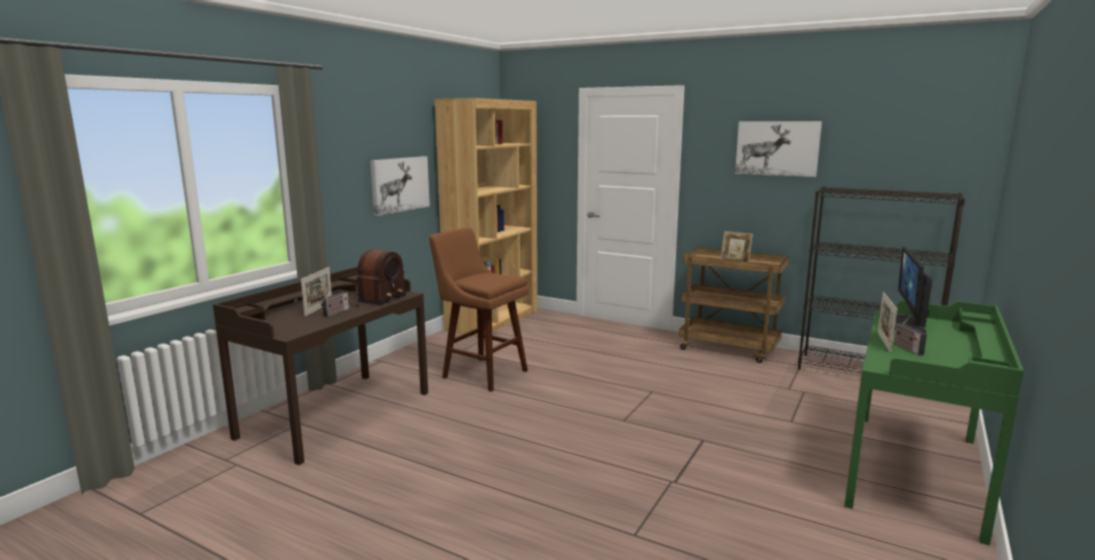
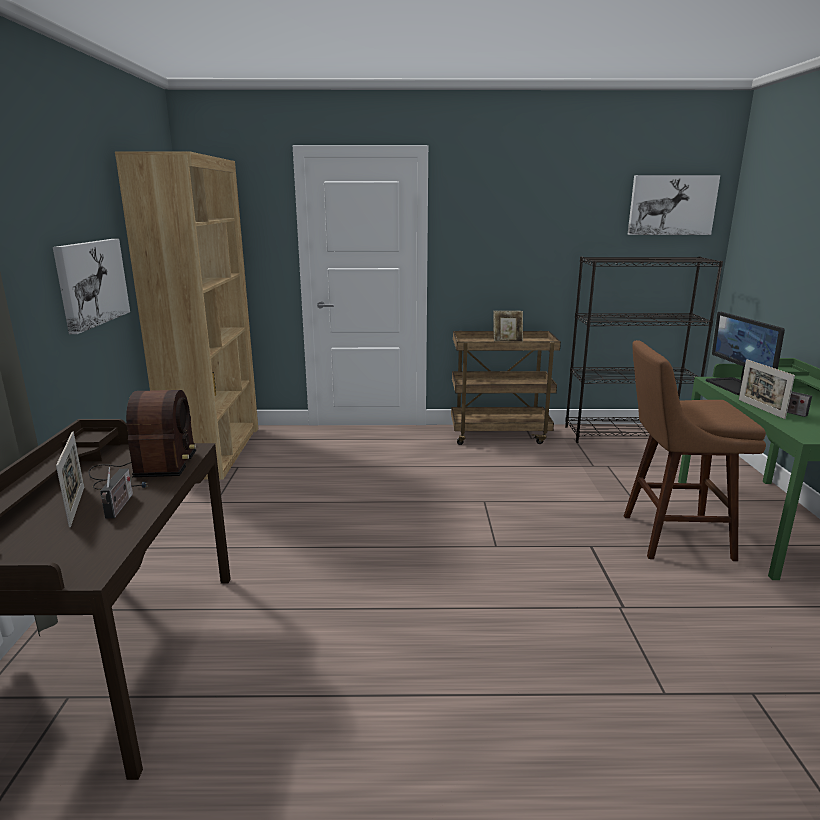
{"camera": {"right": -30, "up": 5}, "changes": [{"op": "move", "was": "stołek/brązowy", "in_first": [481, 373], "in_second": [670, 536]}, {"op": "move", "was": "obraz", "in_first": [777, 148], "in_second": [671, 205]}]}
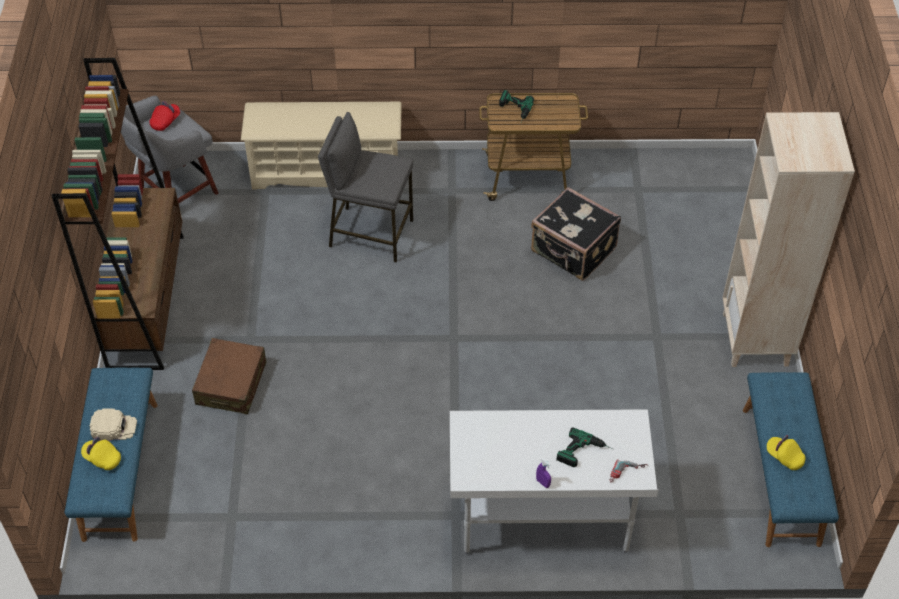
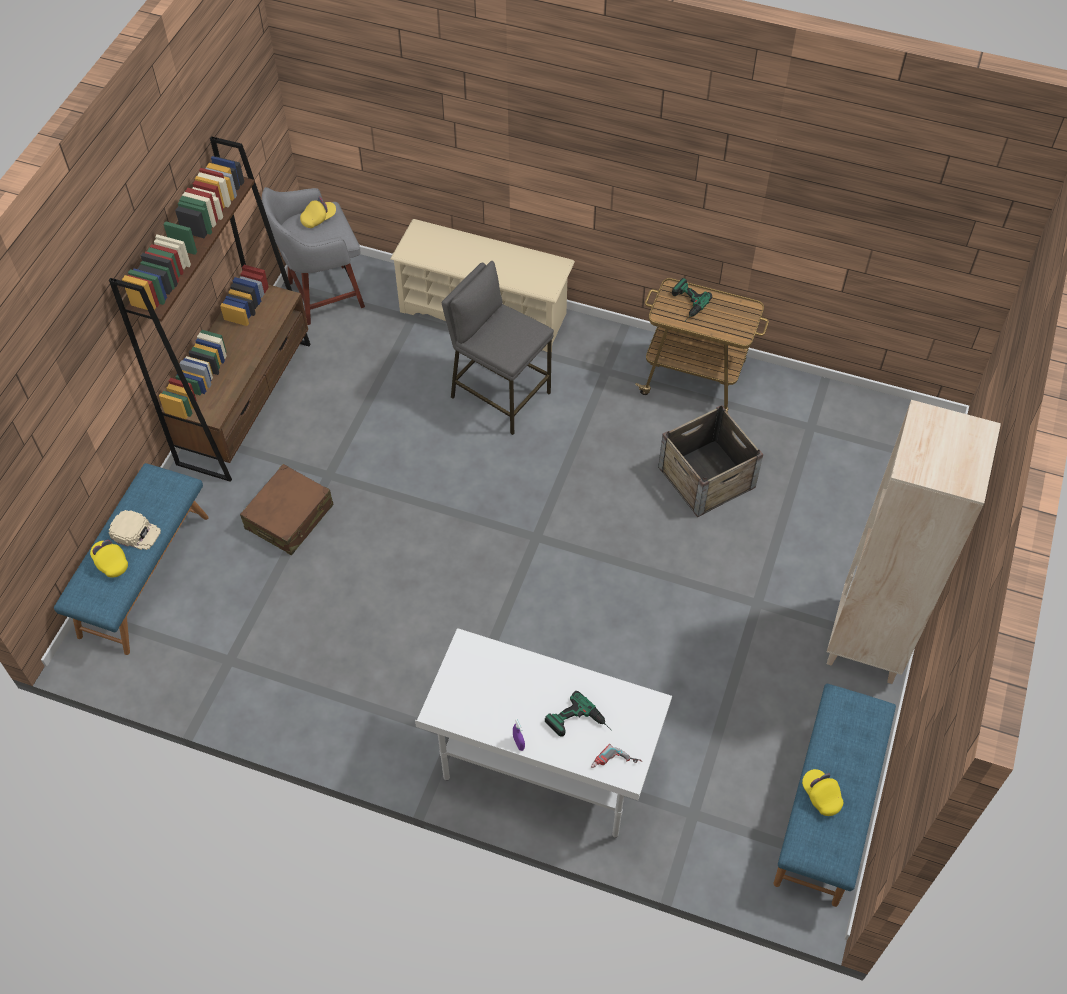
{"camera": {"right": 20, "up": 5}, "changes": [{"op": "recolor", "was": "czapka z daszkiem/czerwony", "now": "czapka z daszkiem/żółty", "in_first": [165, 121], "in_second": [318, 219]}, {"op": "replace", "was": "walizka/czarny", "now": "skrzynka", "in_first": [573, 251], "in_second": [707, 477]}]}
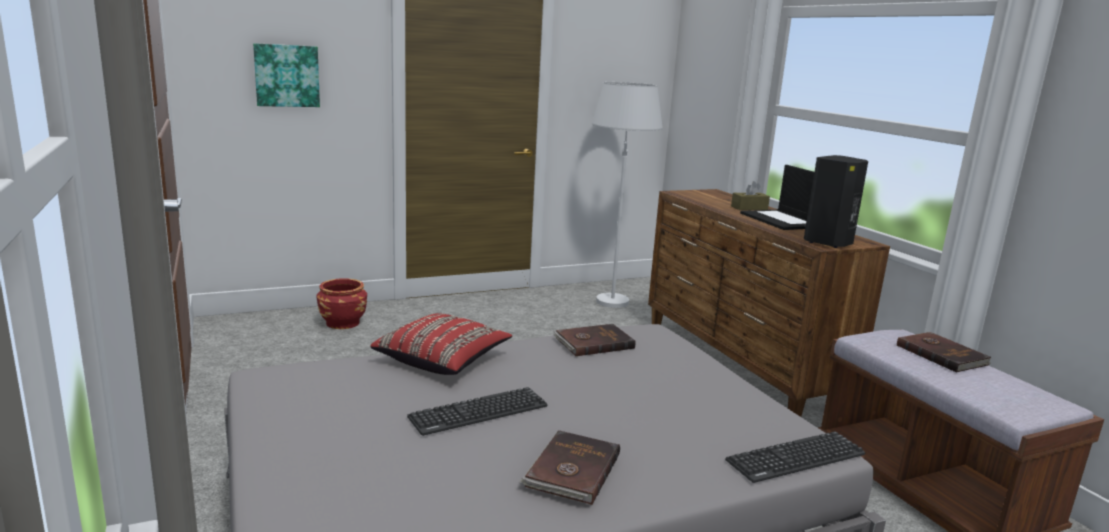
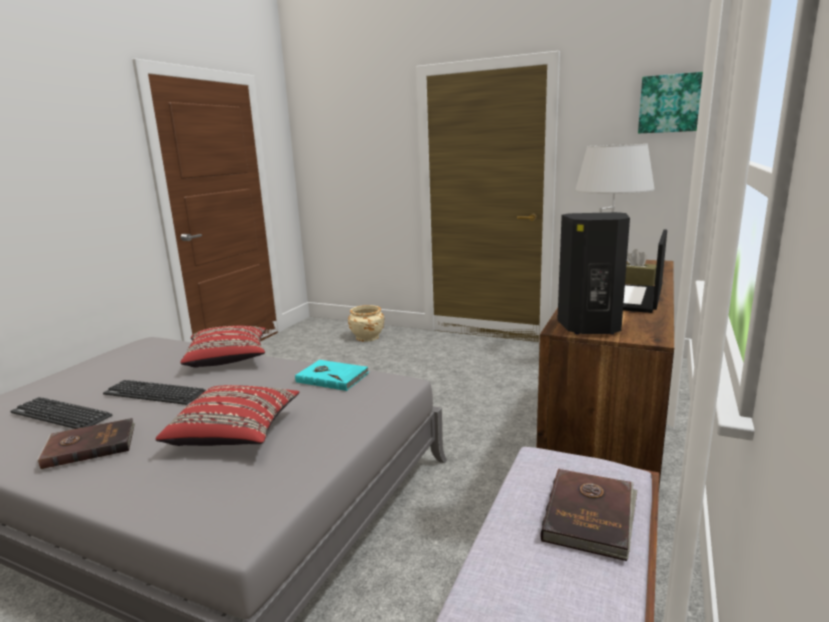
{"camera": {"right": 50, "up": 0}, "changes": [{"op": "move", "was": "obraz", "in_first": [287, 75], "in_second": [669, 103]}, {"op": "recolor", "was": "donica/czerwony", "now": "donica/beżowy", "in_first": [342, 323], "in_second": [367, 337]}, {"op": "recolor", "was": "książka/brązowy", "now": "książka/turkusowy", "in_first": [593, 342], "in_second": [332, 377]}, {"op": "move", "was": "klawiatura", "in_first": [796, 458], "in_second": [61, 414]}, {"op": "insert", "now": "poduszka/czerwony", "in_second": [235, 434]}]}
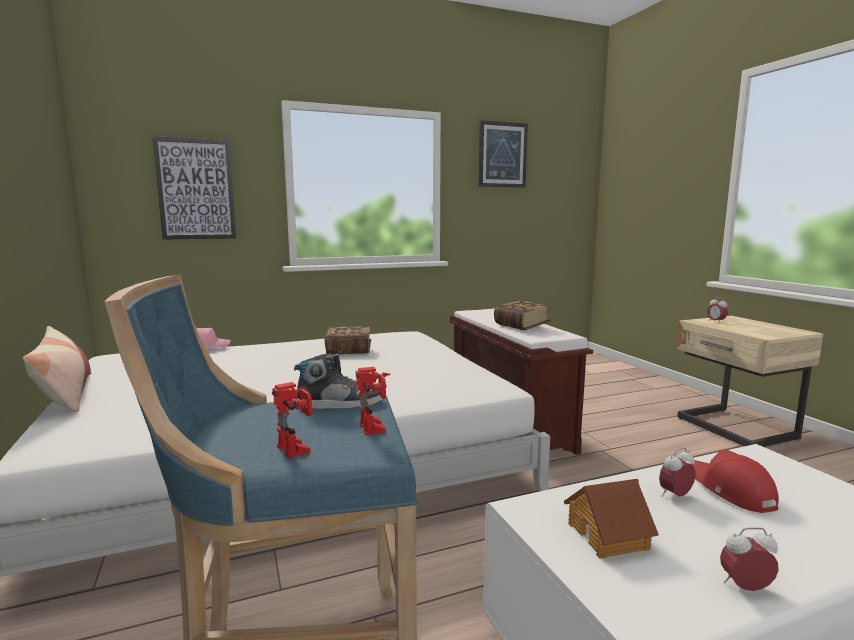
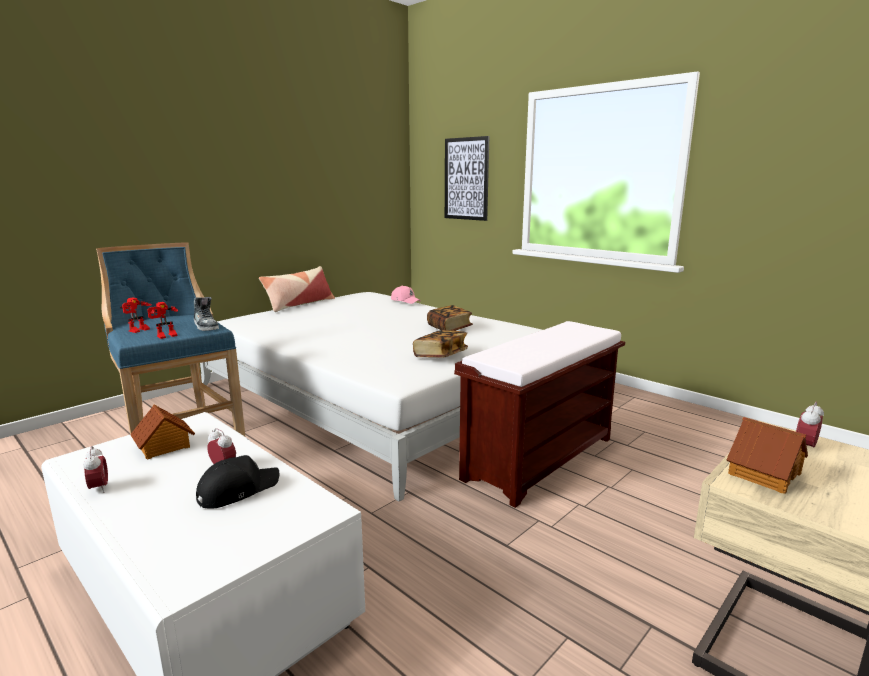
{"camera": {"right": 65, "up": 5}, "changes": [{"op": "delete", "was": "obraz", "in_first": [502, 155]}, {"op": "move", "was": "książka", "in_first": [521, 326], "in_second": [440, 355]}, {"op": "recolor", "was": "czapka z daszkiem/czerwony", "now": "czapka z daszkiem/czarny", "in_first": [730, 490], "in_second": [237, 490]}, {"op": "insert", "now": "domek", "in_second": [763, 473]}]}
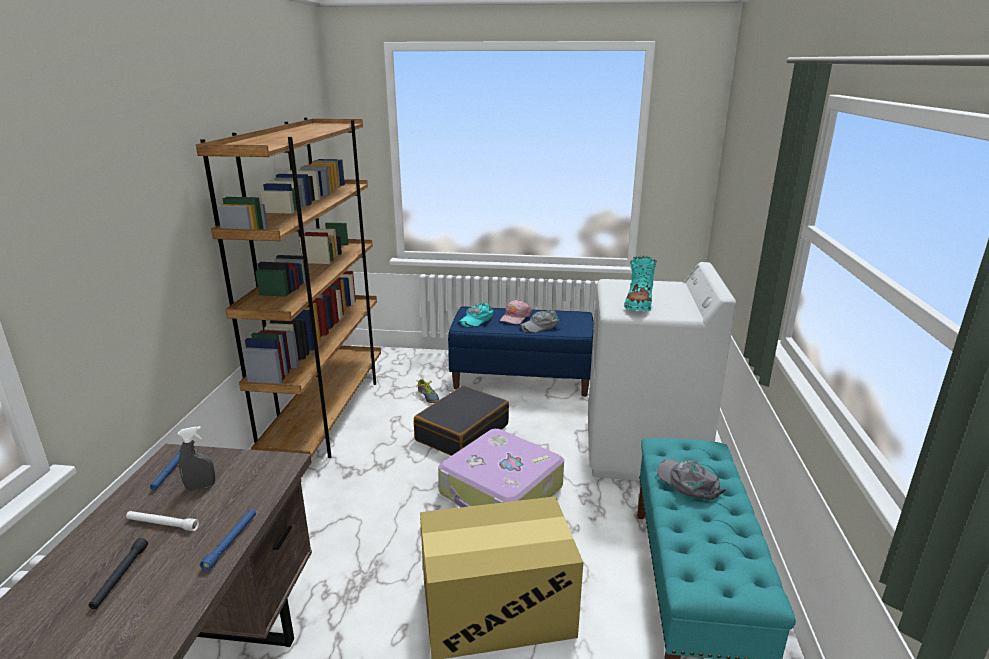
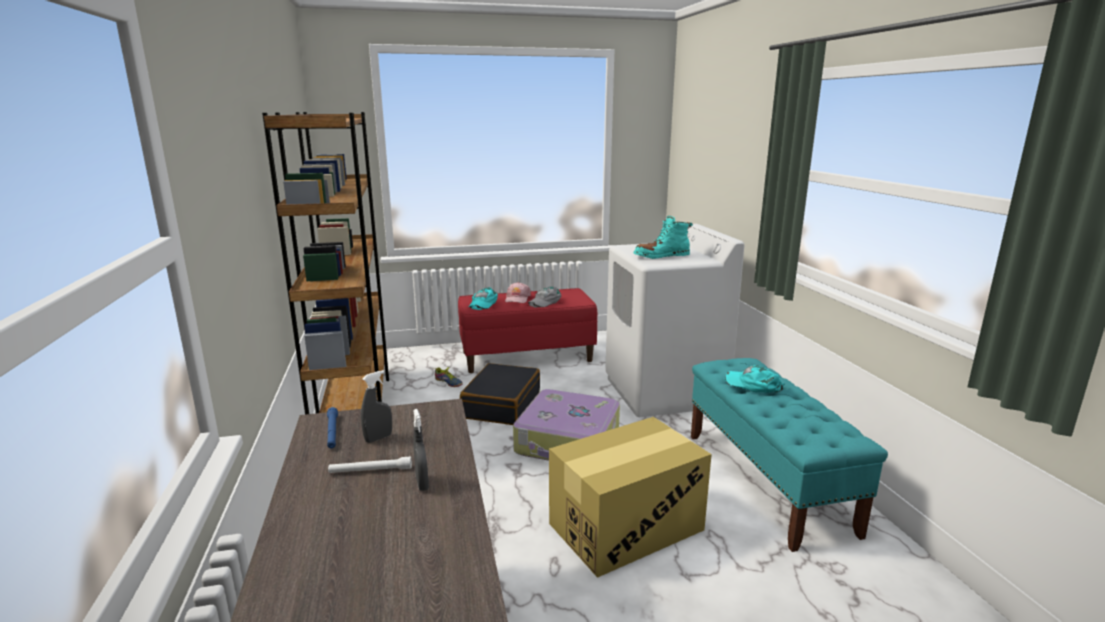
{"camera": {"right": -20, "up": -5}, "changes": [{"op": "delete", "was": "latarka/czarny", "in_first": [120, 577]}, {"op": "delete", "was": "latarka/niebieski", "in_first": [231, 542]}, {"op": "recolor", "was": "ławka/niebieski", "now": "ławka/czerwony", "in_first": [522, 379], "in_second": [527, 356]}, {"op": "rotate", "was": "but z cholewką/turkusowy", "in_first": [639, 303], "in_second": [661, 256], "clockwise": 75}, {"op": "recolor", "was": "czapka z daszkiem/szary", "now": "czapka z daszkiem/turkusowy", "in_first": [688, 482], "in_second": [753, 384]}, {"op": "insert", "now": "spryskiwacz/szary", "in_second": [422, 484]}]}
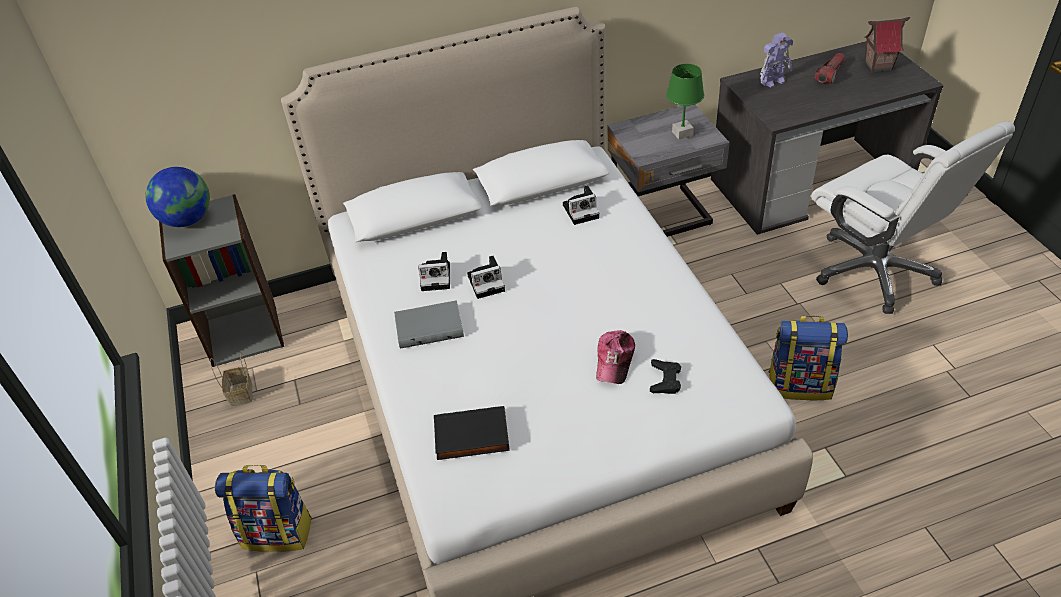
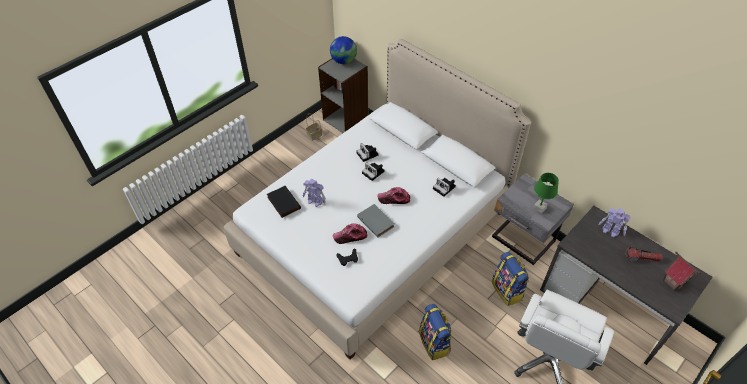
{"camera": {"right": 60, "up": 5}, "changes": [{"op": "move", "was": "plecak", "in_first": [278, 531], "in_second": [507, 290]}, {"op": "move", "was": "książka/szary", "in_first": [429, 326], "in_second": [376, 221]}, {"op": "insert", "now": "robot zabawkowy", "in_second": [315, 201]}, {"op": "insert", "now": "czapka z daszkiem", "in_second": [394, 198]}]}
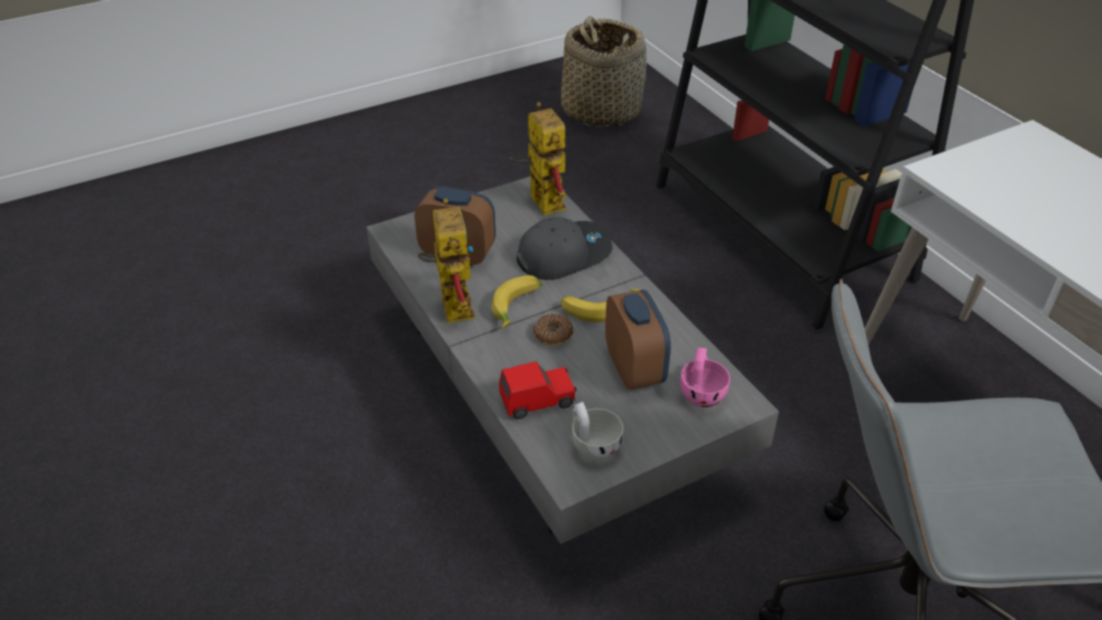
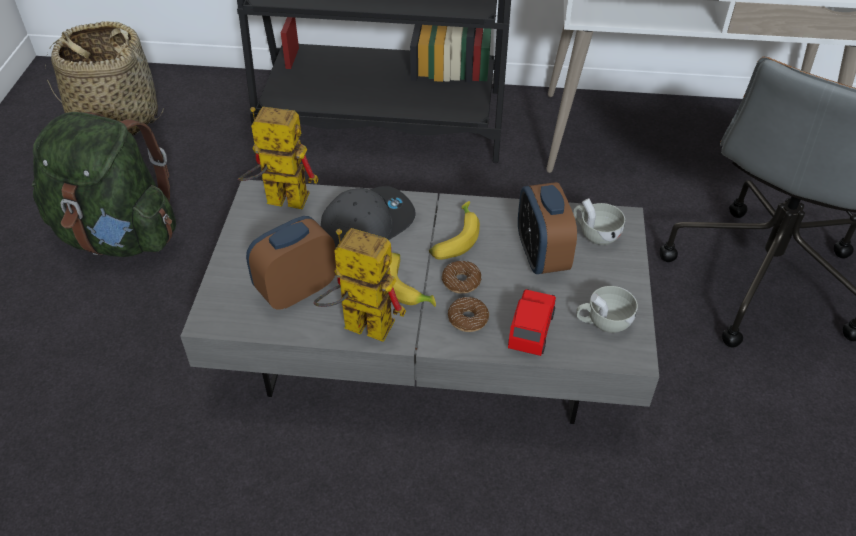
{"camera": {"right": -55, "up": 5}, "changes": [{"op": "rotate", "was": "czapka z daszkiem/szary", "in_first": [563, 254], "in_second": [366, 224], "clockwise": 45}, {"op": "rotate", "was": "budzik", "in_first": [634, 369], "in_second": [541, 256], "clockwise": -120}, {"op": "recolor", "was": "filiżanka/różowy", "now": "filiżanka/biały", "in_first": [702, 392], "in_second": [595, 234]}, {"op": "insert", "now": "plecak/zielony", "in_second": [119, 236]}, {"op": "insert", "now": "donut", "in_second": [468, 319]}]}
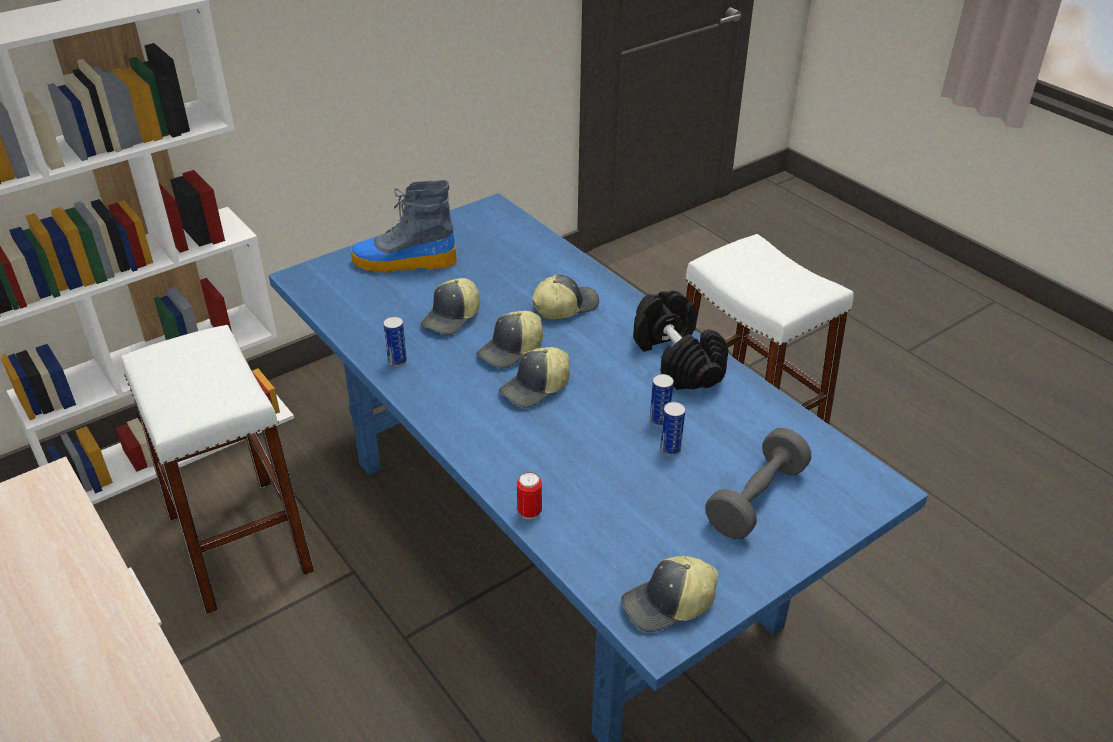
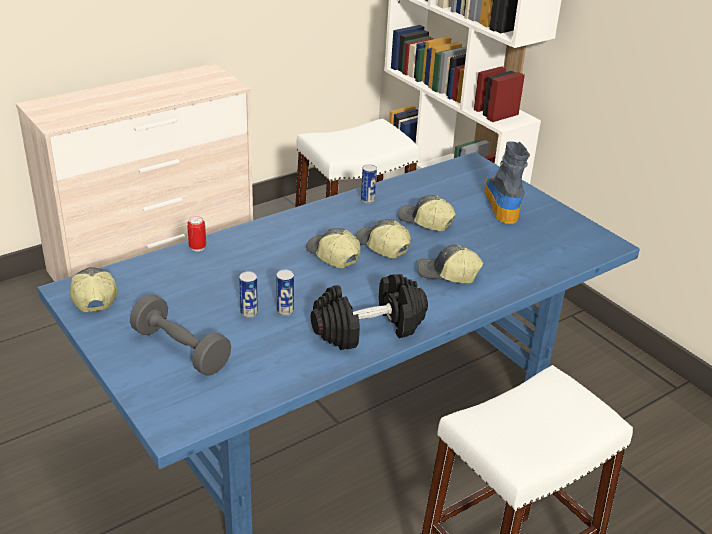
{"camera": {"right": 90, "up": -5}, "changes": [{"op": "rotate", "was": "czapka z daszkiem", "in_first": [564, 306], "in_second": [447, 274], "clockwise": 135}]}
